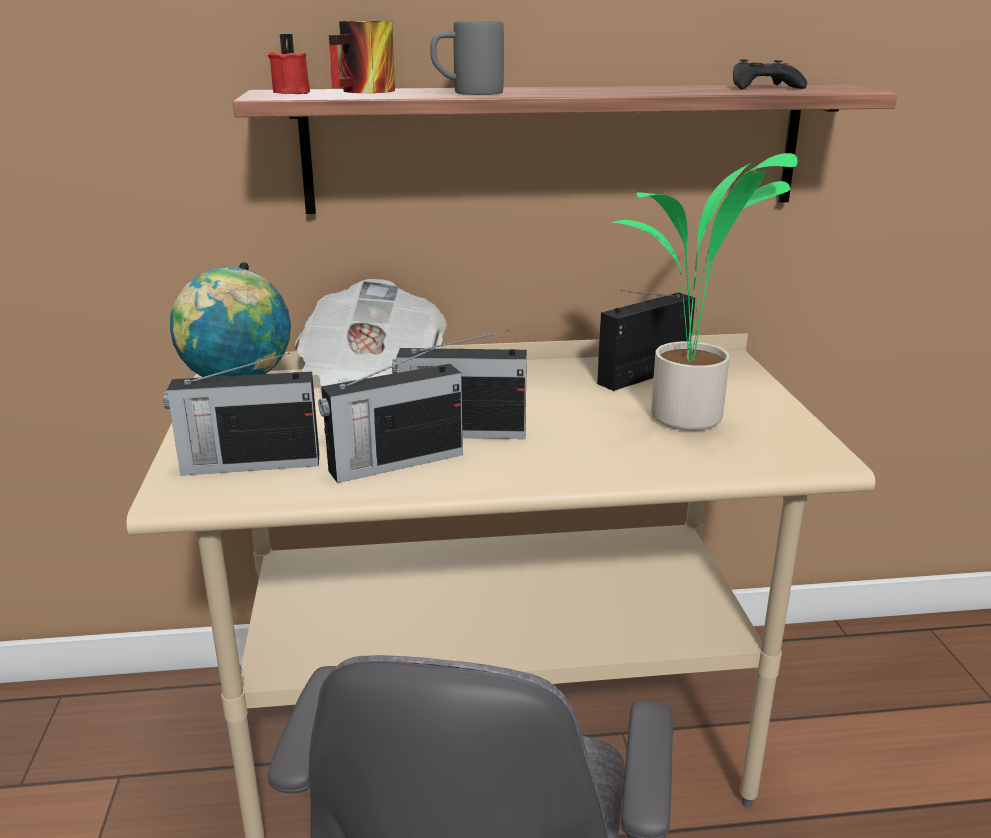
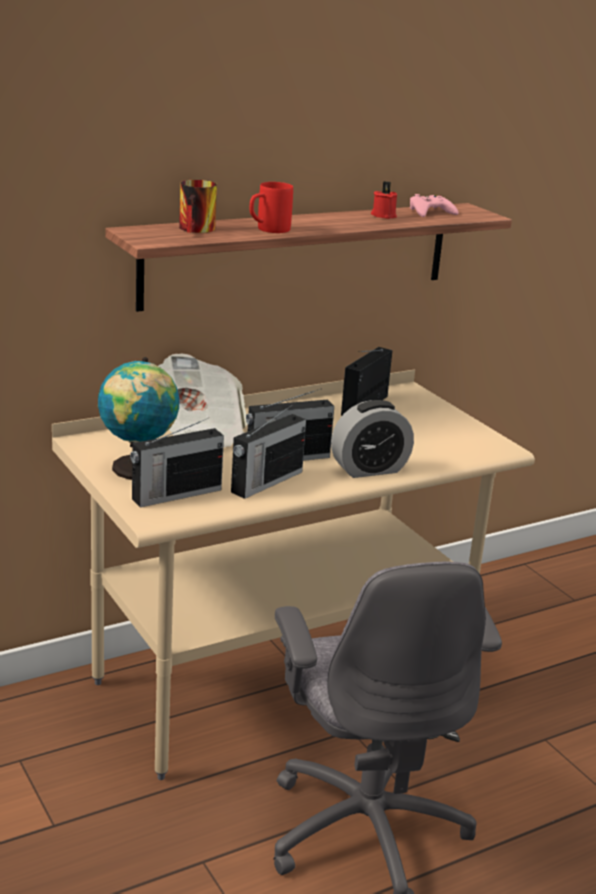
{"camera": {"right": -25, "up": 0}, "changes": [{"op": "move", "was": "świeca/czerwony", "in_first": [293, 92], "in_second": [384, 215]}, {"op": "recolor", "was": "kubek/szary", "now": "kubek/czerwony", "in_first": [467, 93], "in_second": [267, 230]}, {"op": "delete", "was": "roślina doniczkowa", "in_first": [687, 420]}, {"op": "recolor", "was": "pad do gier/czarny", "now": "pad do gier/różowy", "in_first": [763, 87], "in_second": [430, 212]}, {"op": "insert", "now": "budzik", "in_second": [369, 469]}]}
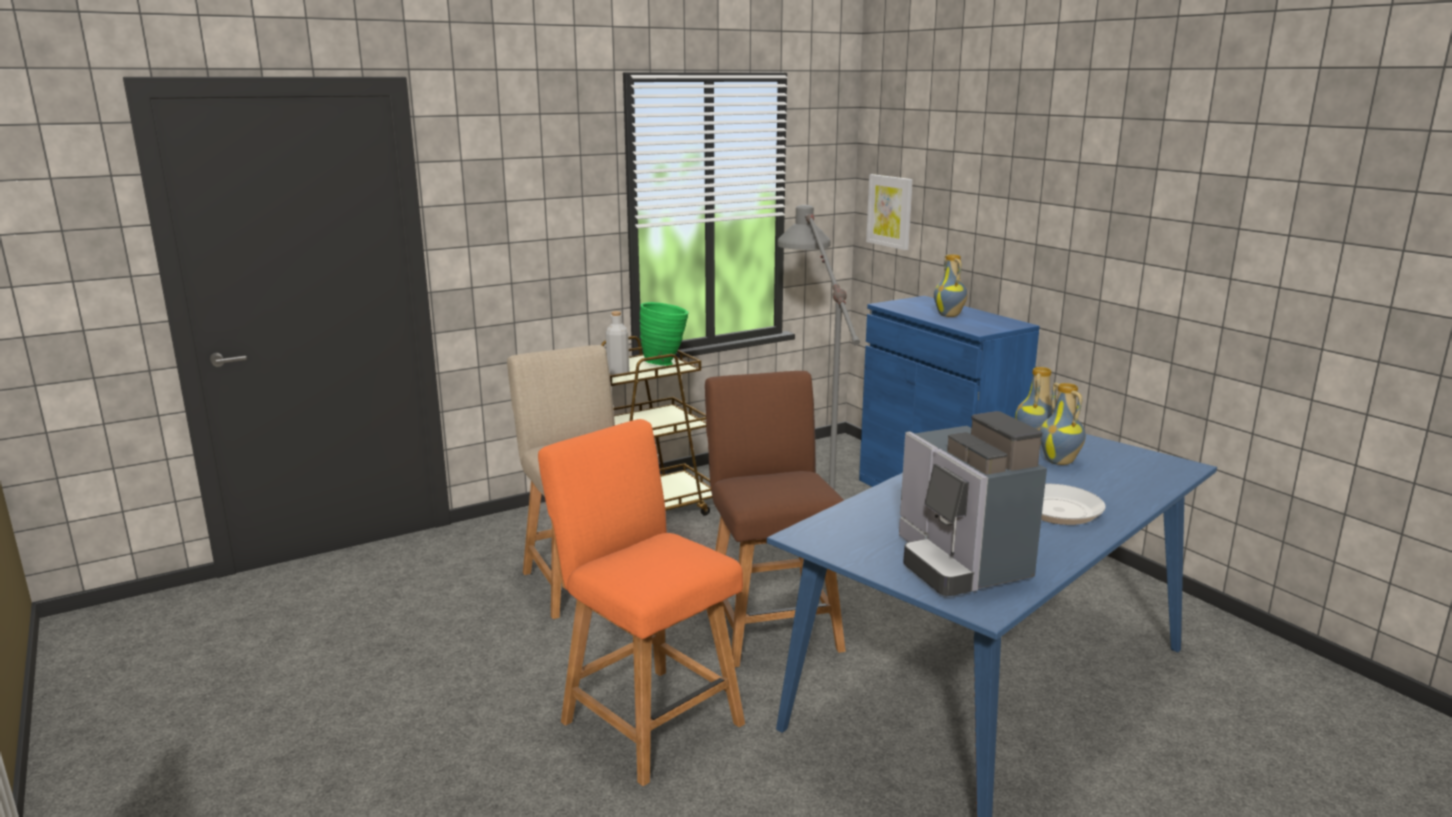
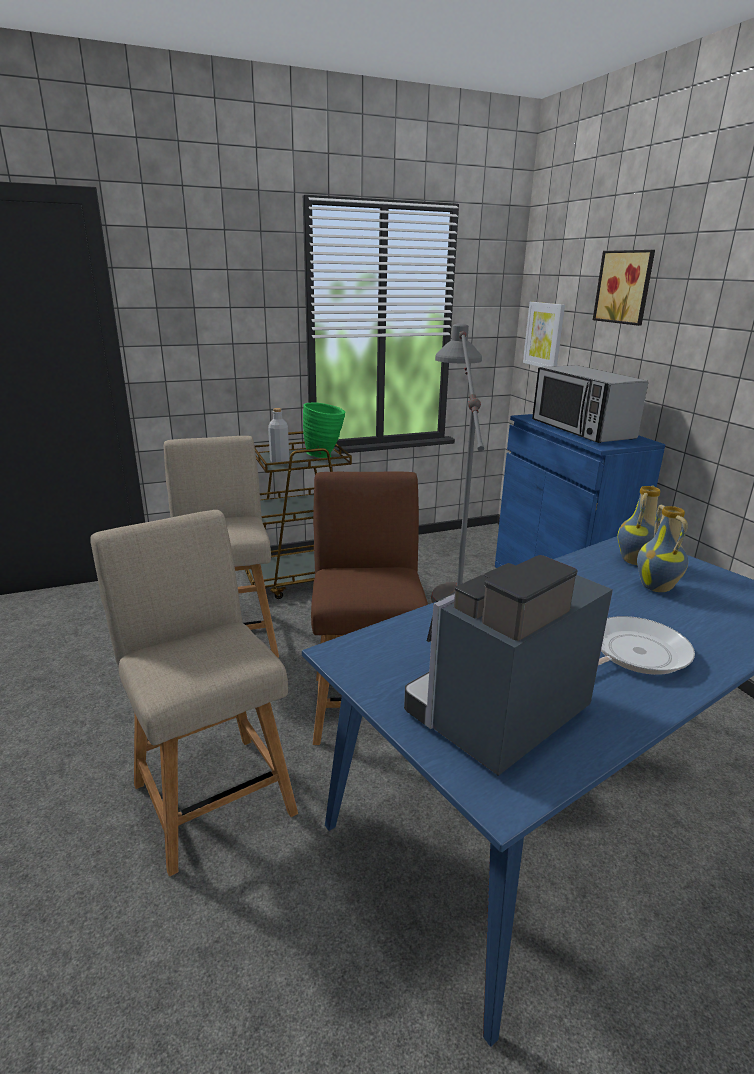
{"camera": {"right": 10, "up": 5}, "changes": [{"op": "recolor", "was": "krzesło/pomarańczowy", "now": "krzesło/beżowy", "in_first": [646, 719], "in_second": [211, 792]}, {"op": "rotate", "was": "ekspres do kawy", "in_first": [959, 564], "in_second": [496, 716], "clockwise": 60}, {"op": "replace", "was": "wazon", "now": "mikrofalówka", "in_first": [949, 315], "in_second": [581, 429]}, {"op": "insert", "now": "obraz", "in_second": [625, 287]}]}
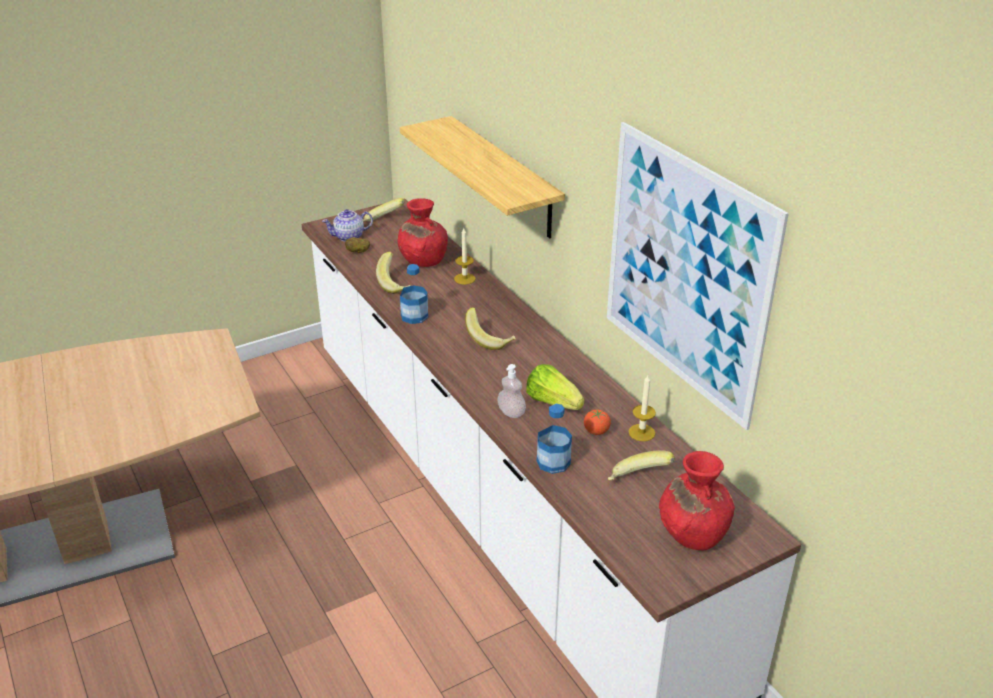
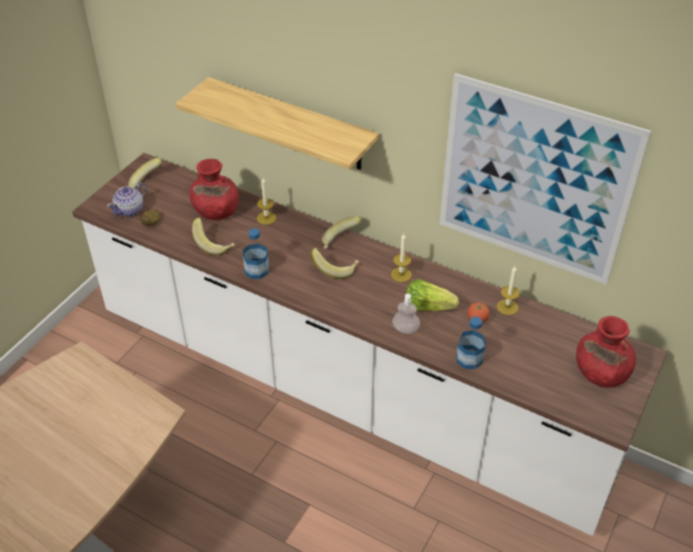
{"camera": {"right": -30, "up": 10}, "changes": [{"op": "move", "was": "banan", "in_first": [638, 480], "in_second": [340, 242]}, {"op": "insert", "now": "świeca", "in_second": [401, 274]}]}
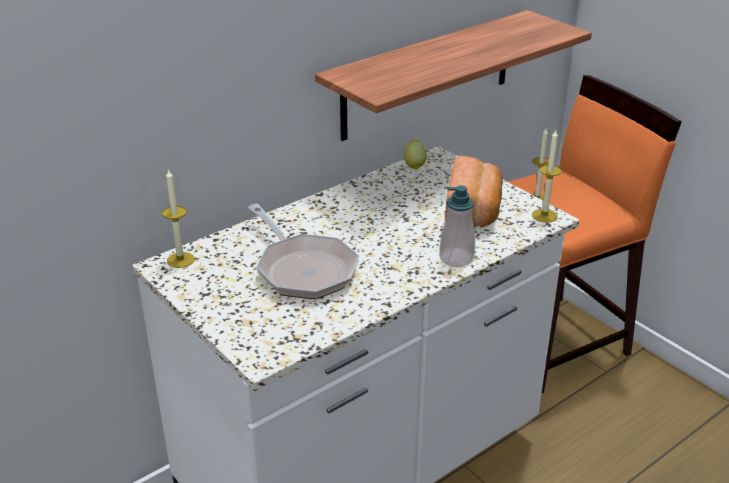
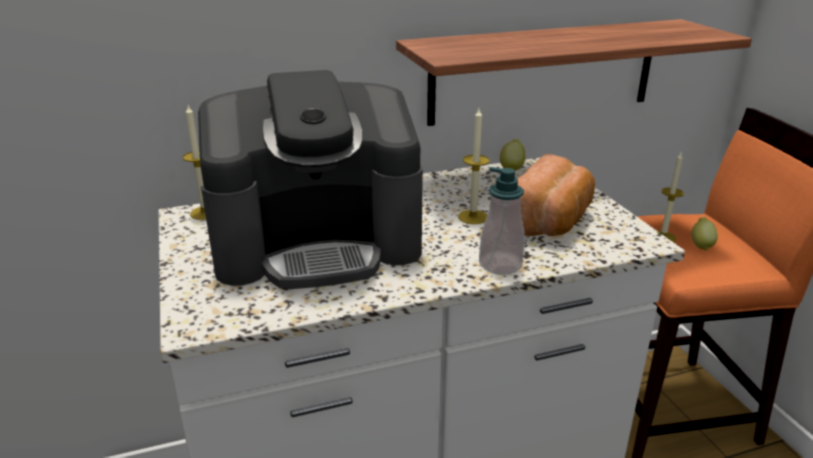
{"camera": {"right": 20, "up": -5}, "changes": [{"op": "replace", "was": "patelnia", "now": "ekspres do kawy", "in_first": [303, 269], "in_second": [318, 243]}, {"op": "move", "was": "świeca", "in_first": [544, 215], "in_second": [473, 217]}, {"op": "insert", "now": "cytryna", "in_second": [701, 245]}]}
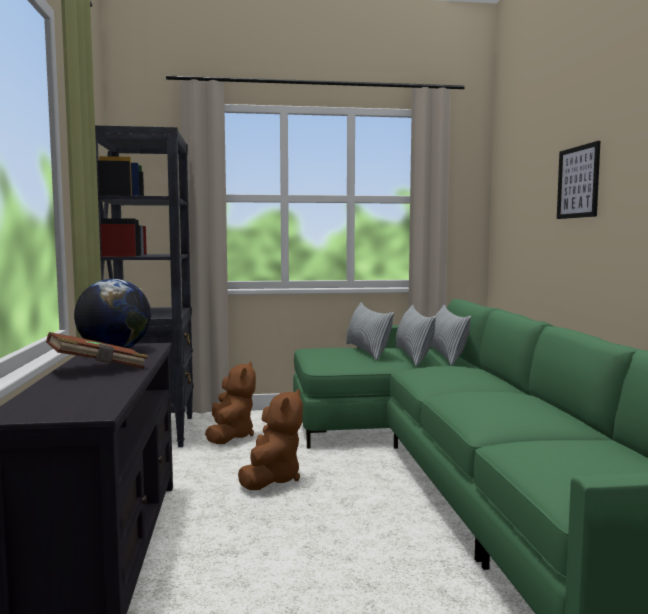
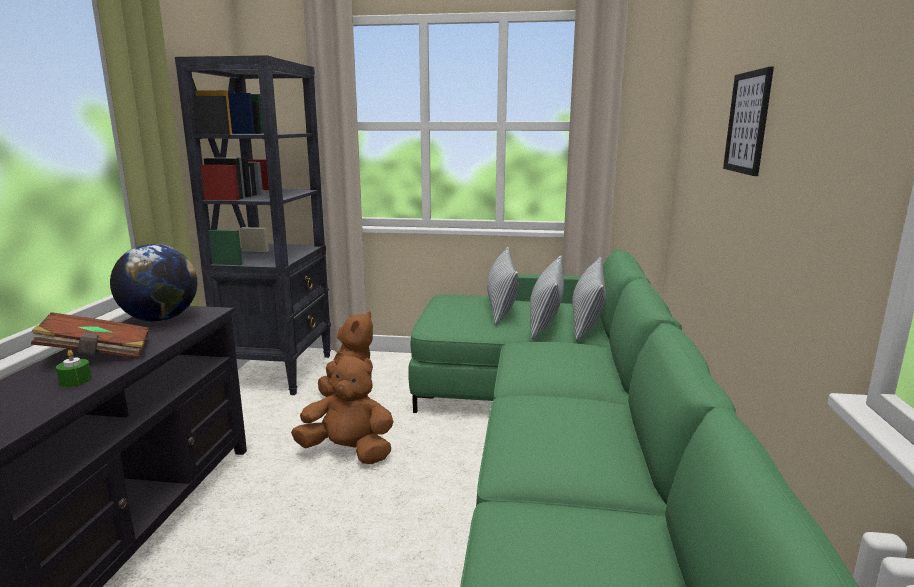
{"camera": {"right": 15, "up": 10}, "changes": [{"op": "rotate", "was": "pluszak/brązowy", "in_first": [271, 479], "in_second": [348, 452], "clockwise": -105}, {"op": "insert", "now": "świeca/zielony", "in_second": [75, 381]}]}
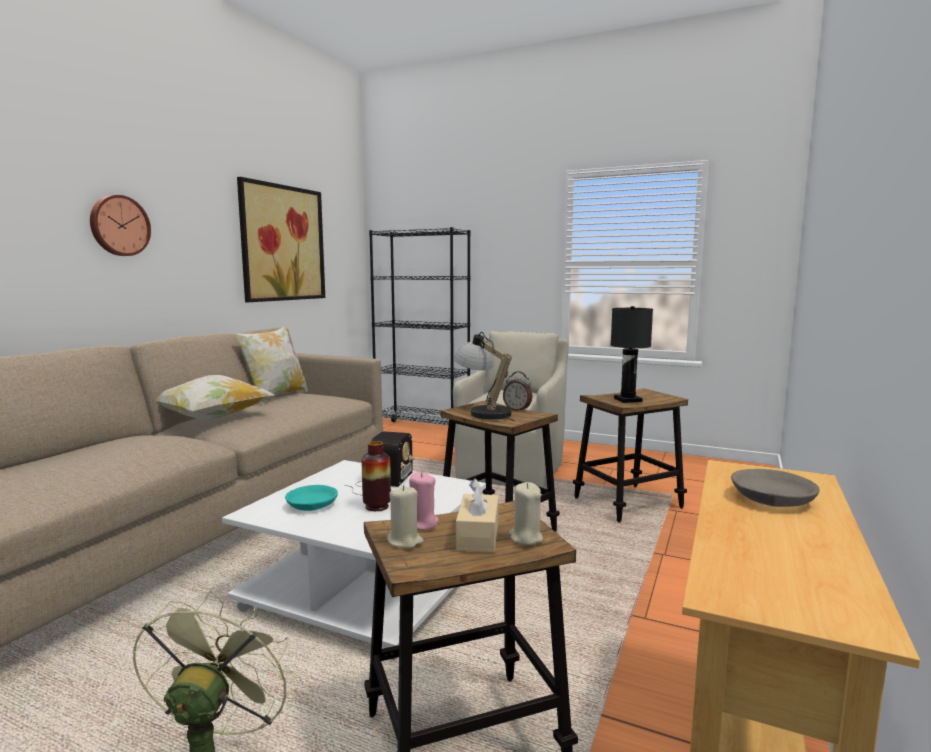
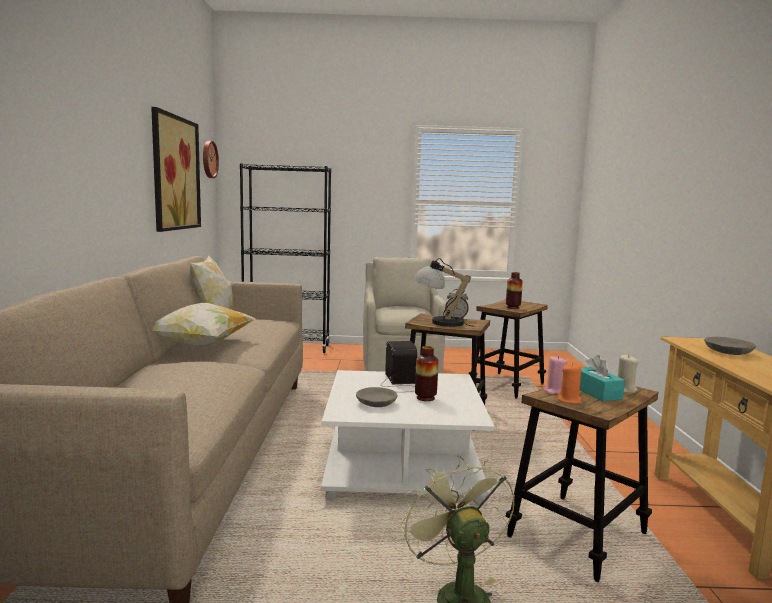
{"camera": {"right": -25, "up": 0}, "changes": [{"op": "move", "was": "zegar ścienny", "in_first": [119, 226], "in_second": [208, 159]}, {"op": "recolor", "was": "miska/turkusowy", "now": "miska/szary", "in_first": [311, 505], "in_second": [376, 403]}, {"op": "recolor", "was": "świeca/beżowy", "now": "świeca/pomarańczowy", "in_first": [405, 541], "in_second": [569, 400]}, {"op": "recolor", "was": "pudełko chusteczek/beżowy", "now": "pudełko chusteczek/turkusowy", "in_first": [478, 535], "in_second": [597, 393]}, {"op": "replace", "was": "lampa stołowa/czarny", "now": "wazon", "in_first": [627, 400], "in_second": [513, 307]}]}
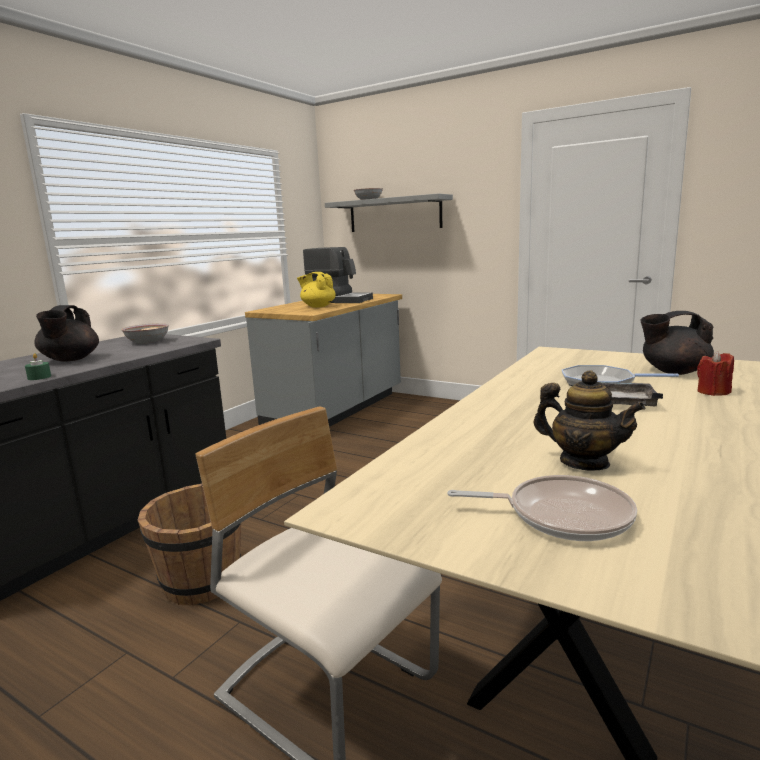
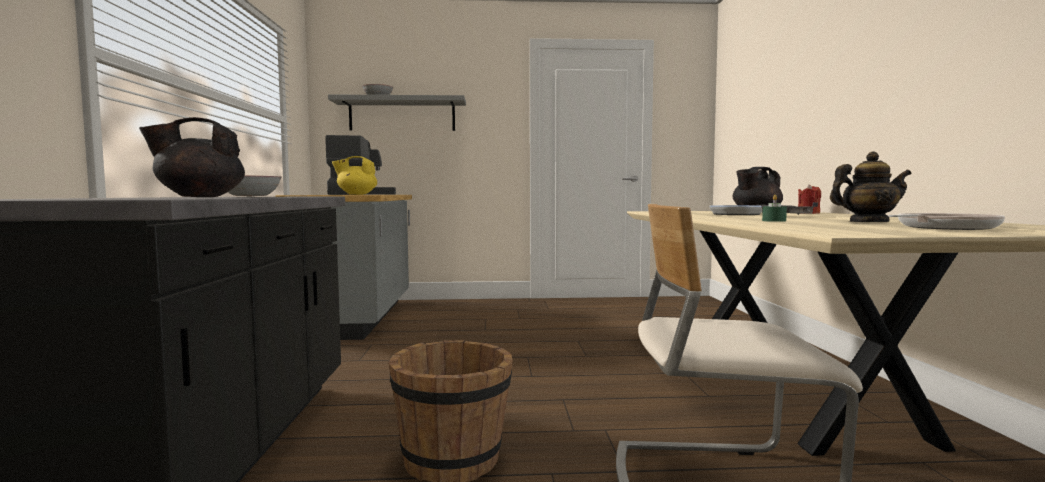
{"camera": {"right": -35, "up": -10}, "changes": [{"op": "move", "was": "świeca/zielony", "in_first": [39, 377], "in_second": [774, 221]}, {"op": "rotate", "was": "imbryk/czarny", "in_first": [70, 359], "in_second": [199, 197], "clockwise": 105}]}
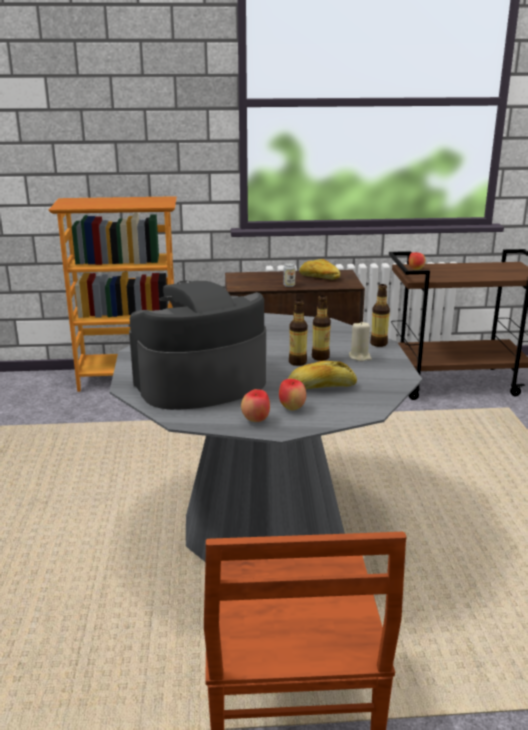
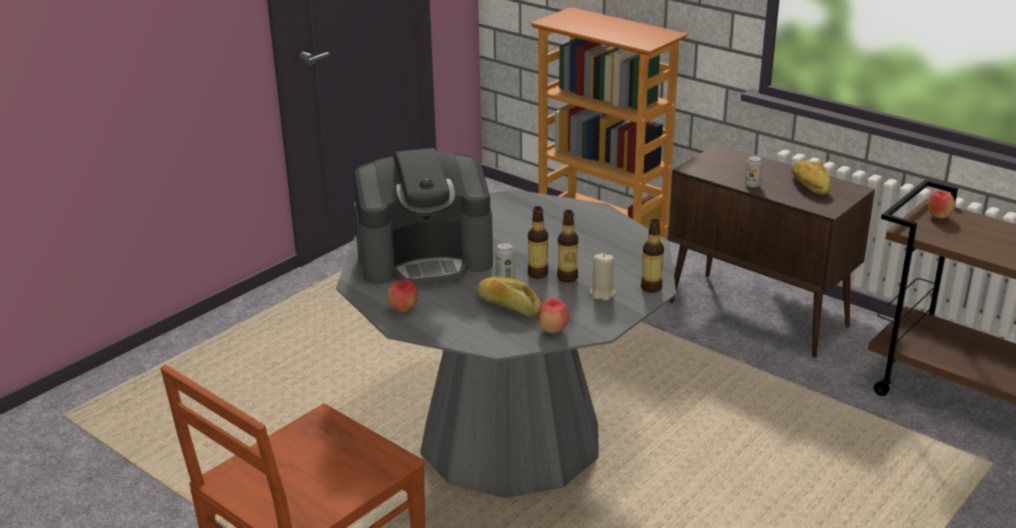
{"camera": {"right": 45, "up": 5}, "changes": [{"op": "rotate", "was": "ekspres do kawy", "in_first": [200, 383], "in_second": [425, 258], "clockwise": 150}, {"op": "move", "was": "jabłko", "in_first": [292, 408], "in_second": [553, 330]}, {"op": "insert", "now": "puszka", "in_second": [505, 277]}]}
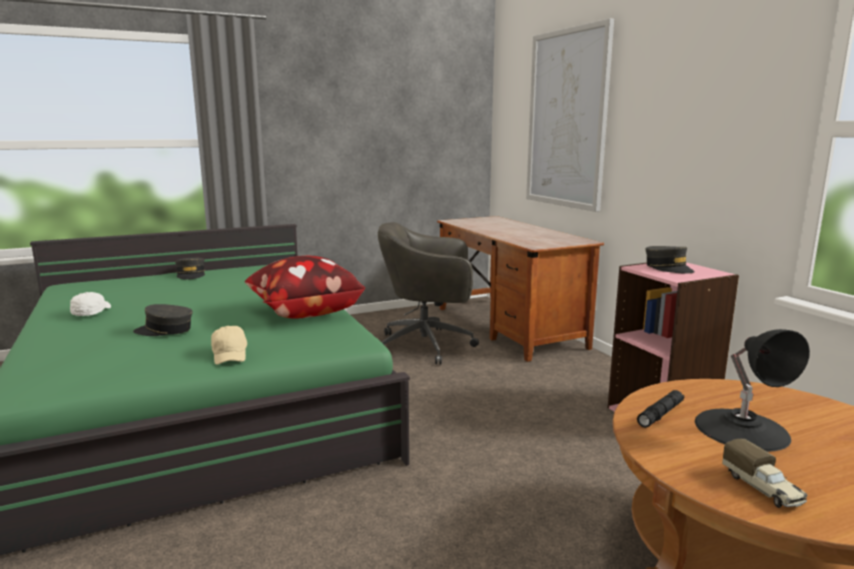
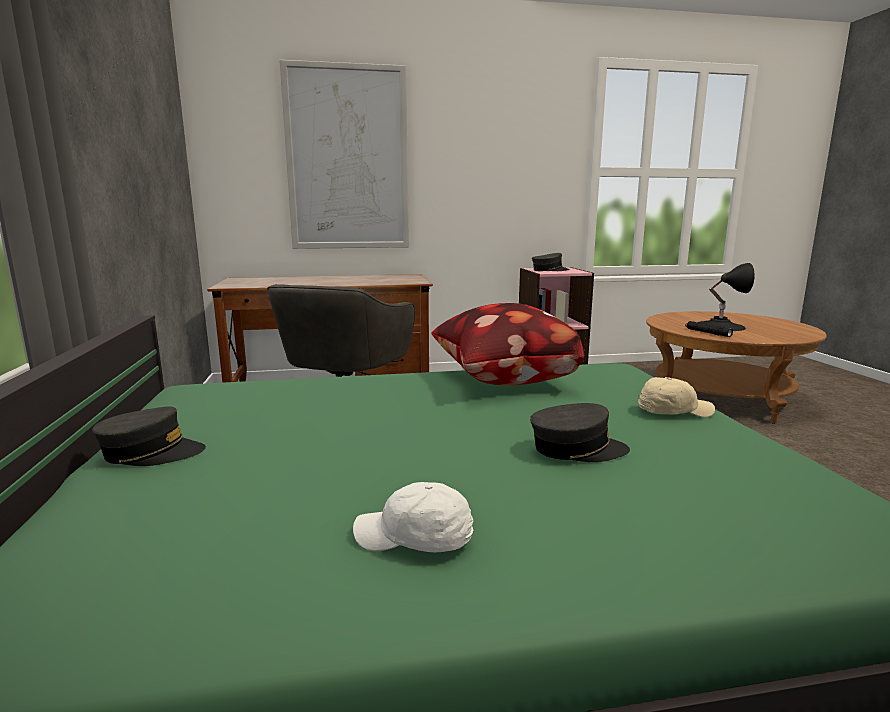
{"camera": {"right": -75, "up": 0}, "changes": [{"op": "rotate", "was": "czapka z daszkiem/szary", "in_first": [165, 330], "in_second": [577, 449], "clockwise": -105}, {"op": "delete", "was": "ciężarówka zabawkowa", "in_first": [762, 489]}]}
